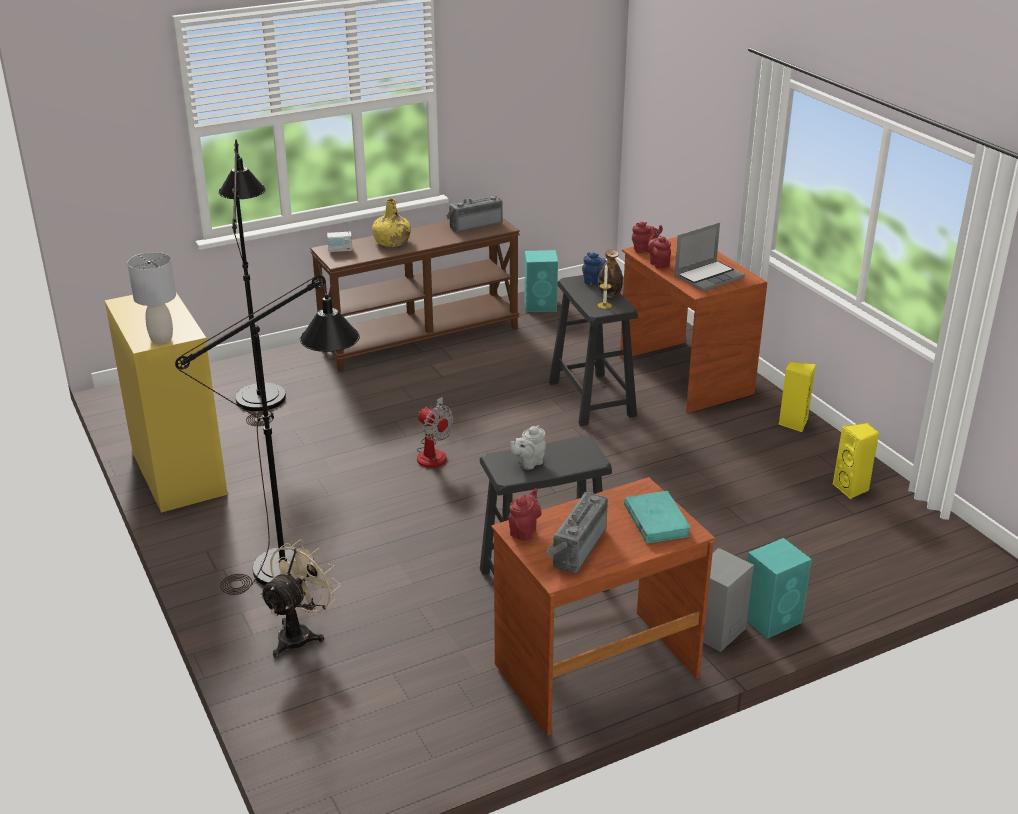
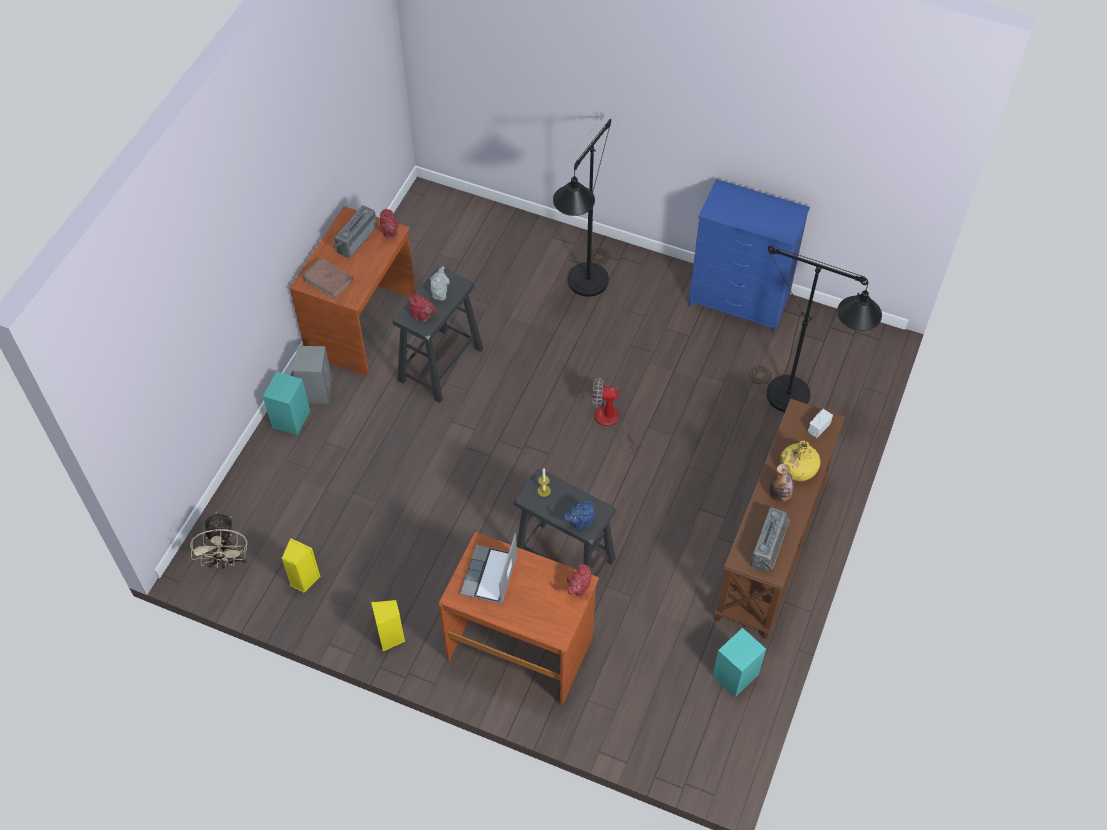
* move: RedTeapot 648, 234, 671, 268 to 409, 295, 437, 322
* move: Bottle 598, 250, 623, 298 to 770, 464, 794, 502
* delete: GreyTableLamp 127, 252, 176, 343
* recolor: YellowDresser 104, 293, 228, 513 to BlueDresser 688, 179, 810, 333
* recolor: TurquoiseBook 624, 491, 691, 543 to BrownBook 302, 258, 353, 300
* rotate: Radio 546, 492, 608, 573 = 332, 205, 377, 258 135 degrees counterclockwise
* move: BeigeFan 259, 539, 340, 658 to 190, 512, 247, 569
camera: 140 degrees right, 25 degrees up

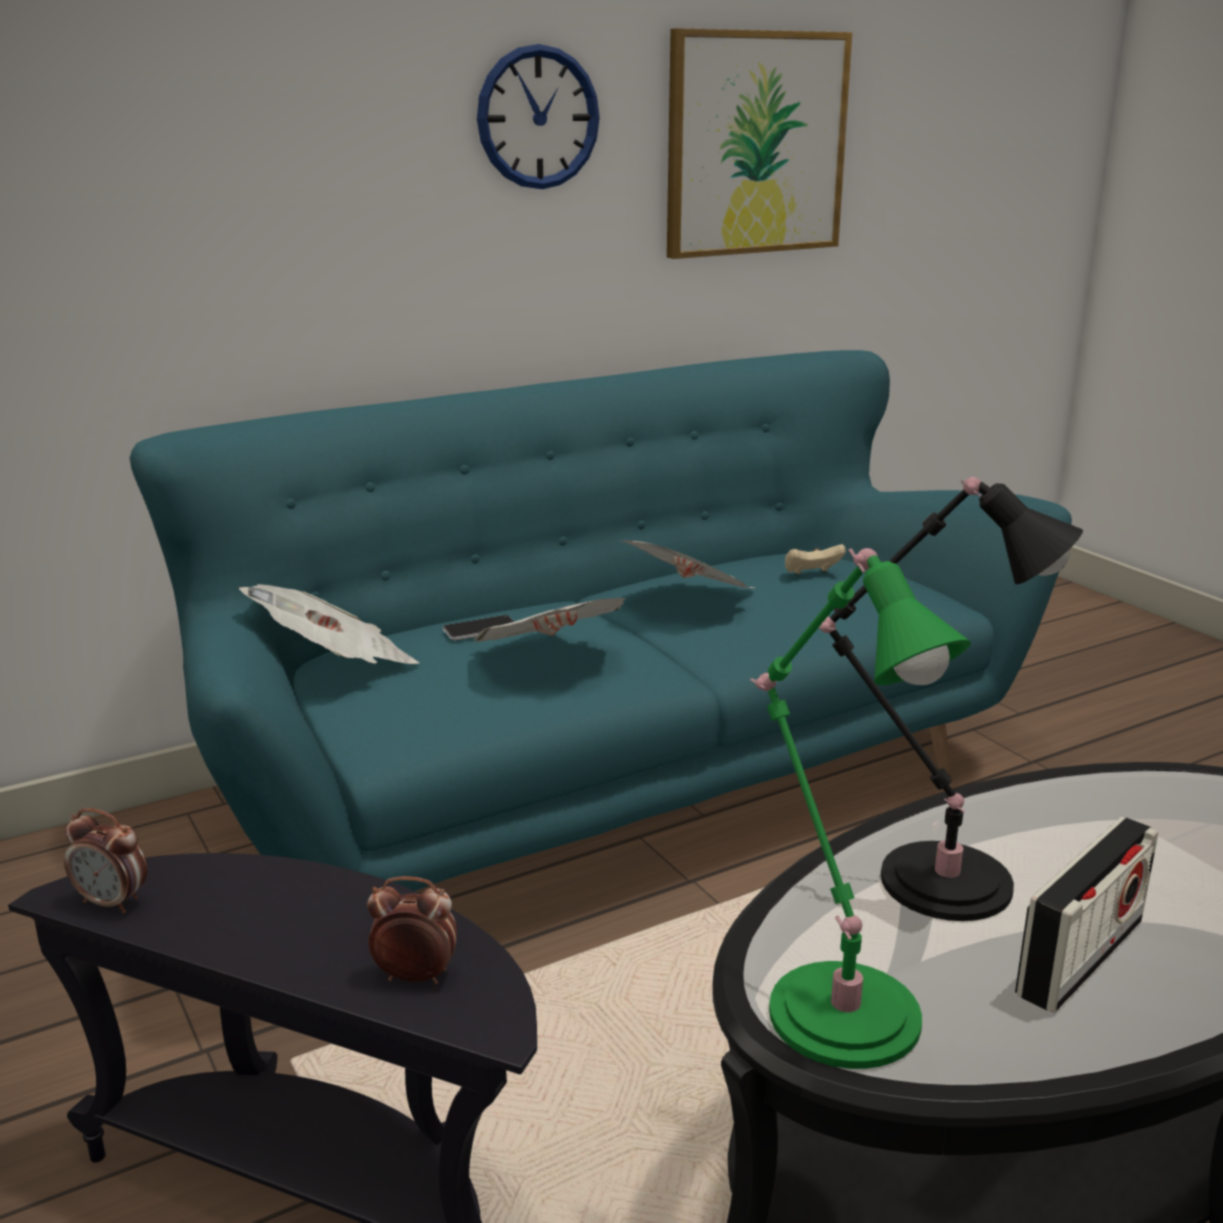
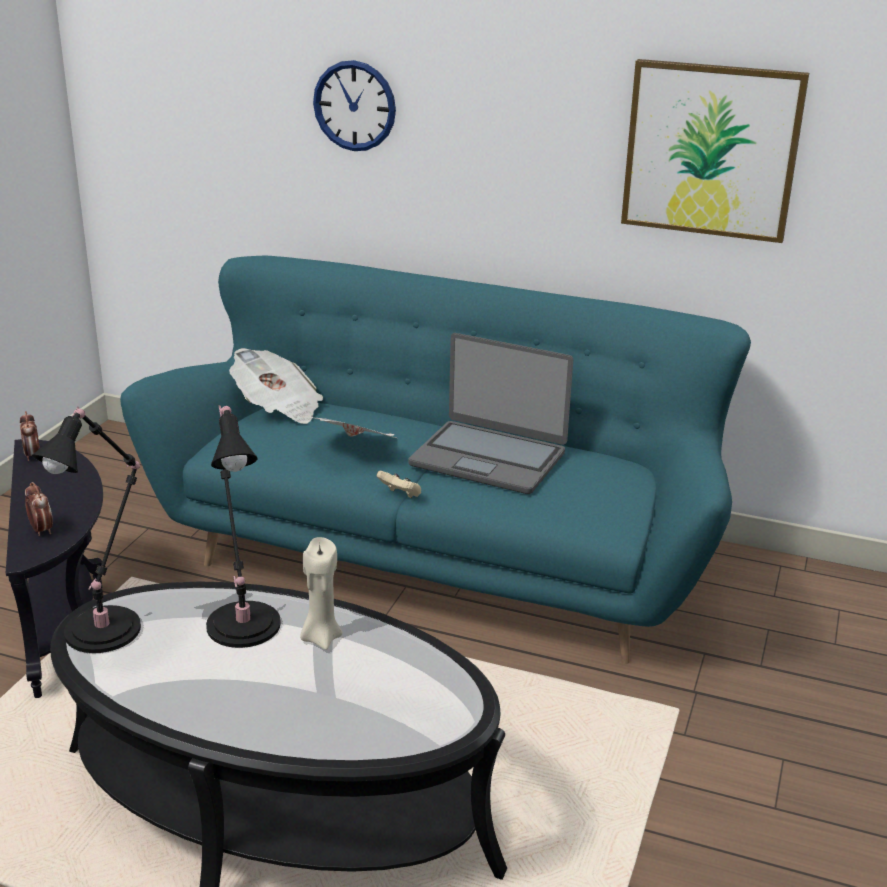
* move: WallClock 477, 44, 600, 189 to 313, 60, 396, 151
* replace: Newspaper 622, 541, 754, 588 to Laptop 408, 333, 573, 494
* move: BeigeGameController 785, 544, 846, 575 to 376, 471, 421, 498
* recolor: GreenTableLamp 749, 548, 971, 1069 to BlackTableLamp 32, 407, 141, 653
* delete: Phone 443, 615, 515, 640
* delete: Radio 1015, 817, 1158, 1013
* insert: BeigeCandle 300, 537, 342, 650
camera: 50 degrees right, 5 degrees up

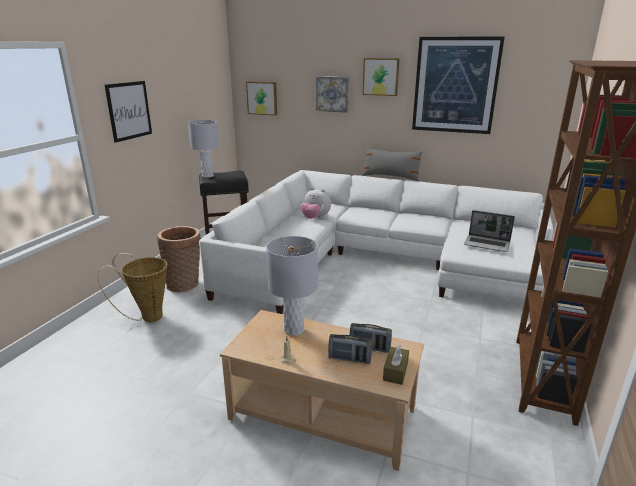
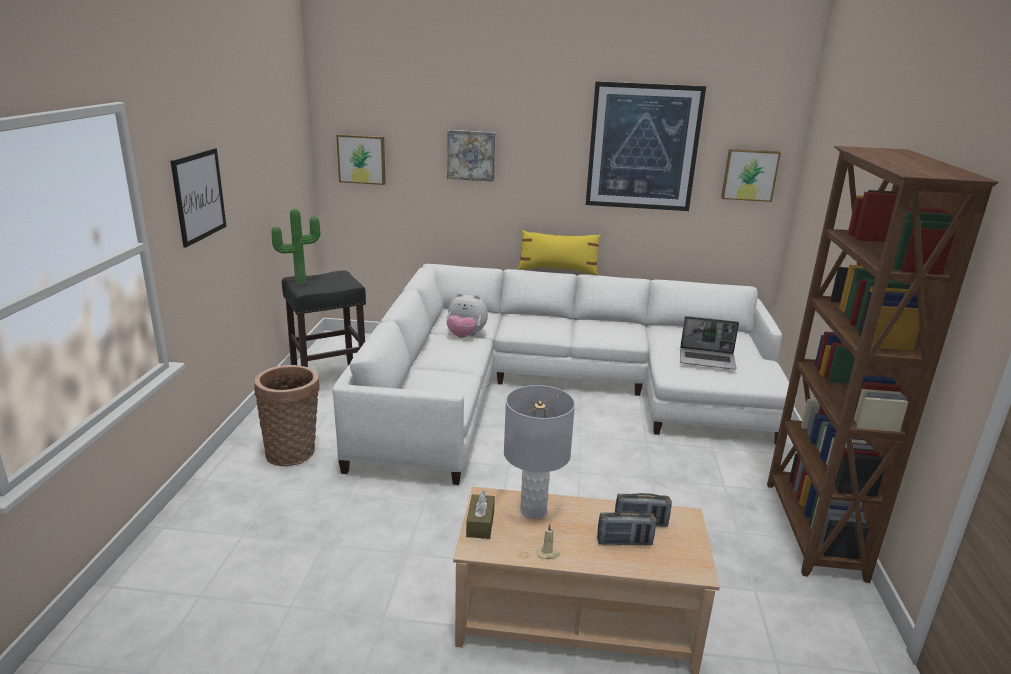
* move: Picture 362, 58, 400, 96 to 721, 149, 781, 202
* replace: GreyTableLamp 188, 120, 219, 178 to PottedPlant 271, 209, 320, 285
* recolor: GreyPillow 362, 147, 423, 181 to YellowPillow 518, 230, 601, 275
* delete: Basket 97, 253, 167, 322
* move: BrownTissueBox 383, 344, 409, 385 to 466, 491, 495, 539
camera: 15 degrees left, 0 degrees up

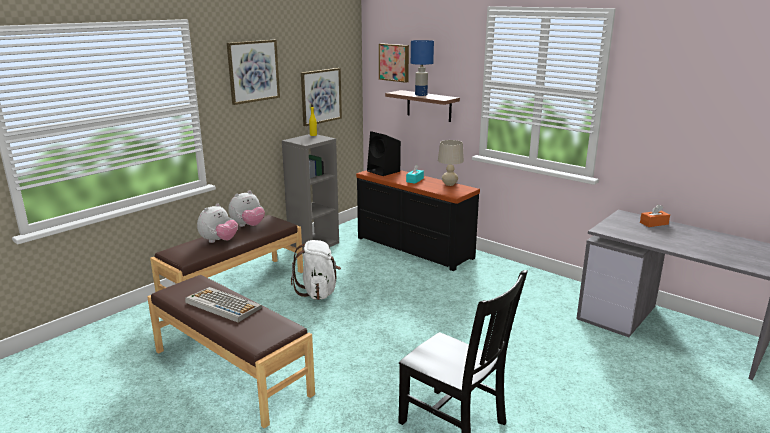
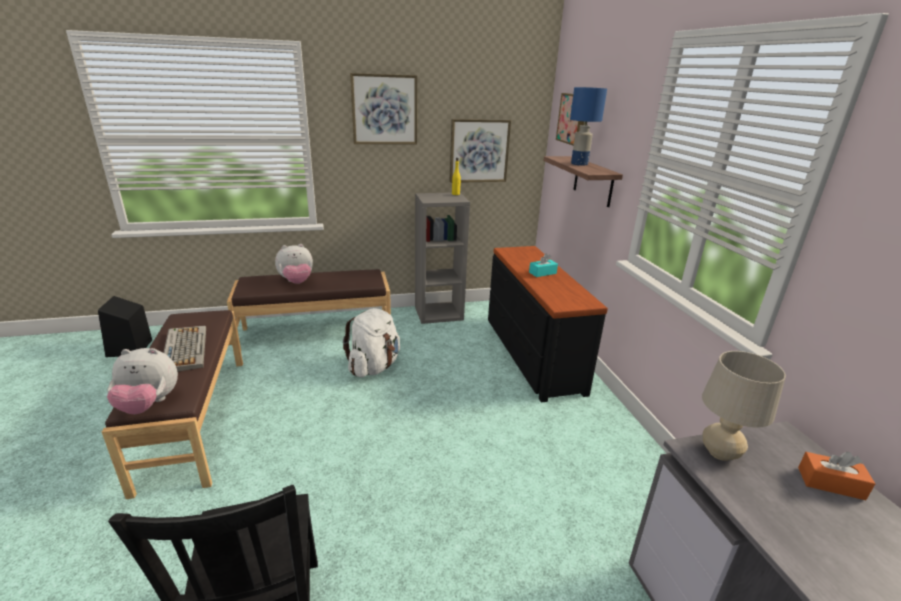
* move: BlackSpeaker 367, 131, 401, 176 to 98, 296, 152, 357
* move: BeigeTableLamp 438, 140, 464, 186 to 702, 351, 786, 461
* move: PlushToy 228, 190, 265, 227 to 107, 348, 178, 414
camera: 35 degrees right, 5 degrees up

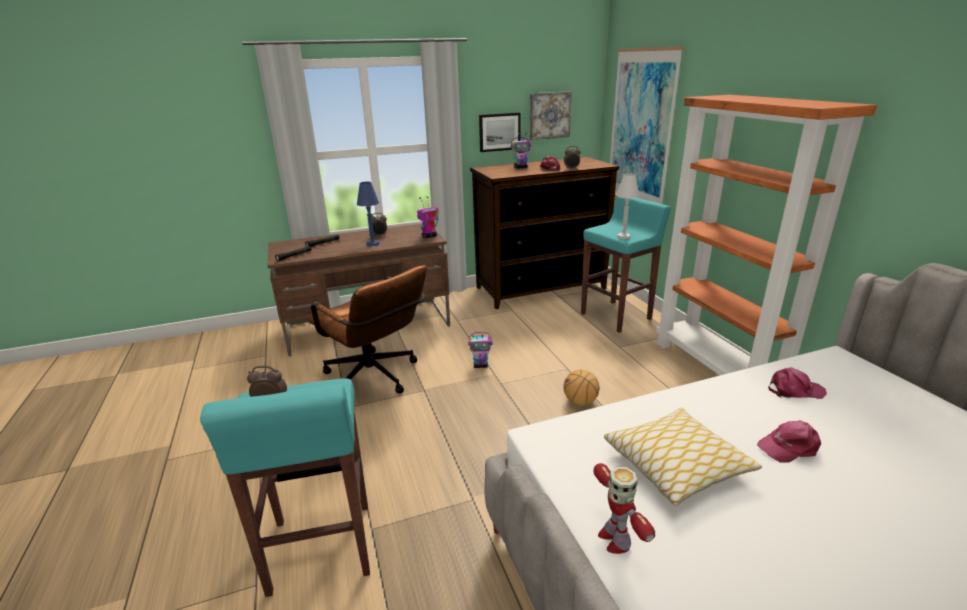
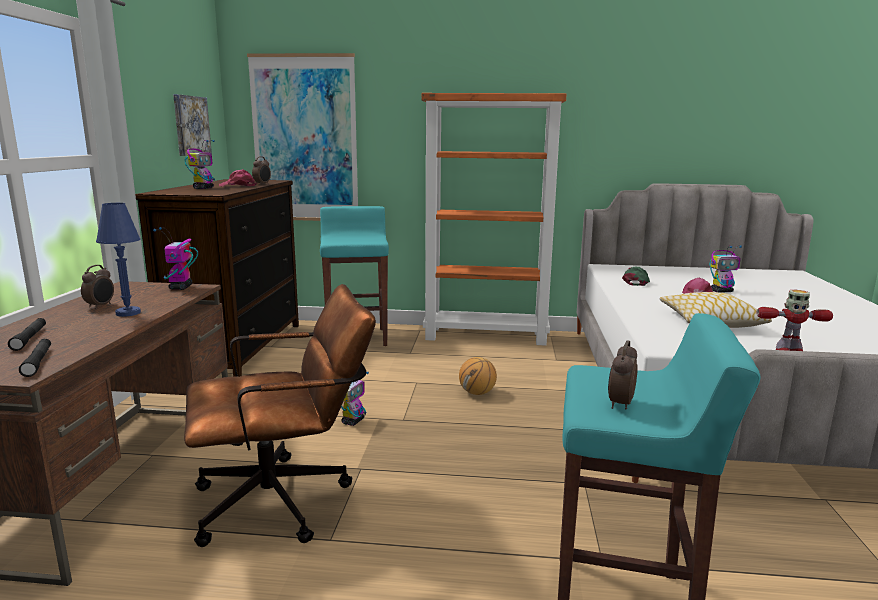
* delete: Picture 479, 113, 521, 152
* delete: WhiteTableLamp 616, 173, 639, 239
* recolor: PinkCap 768, 368, 827, 399 to GreenCap 622, 266, 650, 286
* insert: ToyRobot 710, 245, 742, 293
camera: 65 degrees left, 10 degrees down

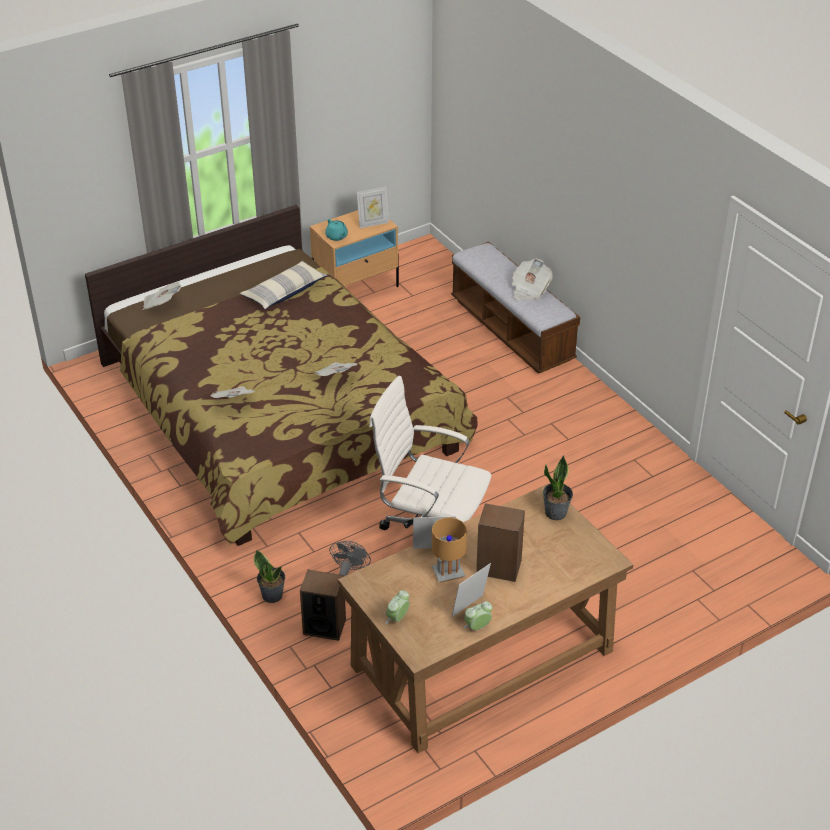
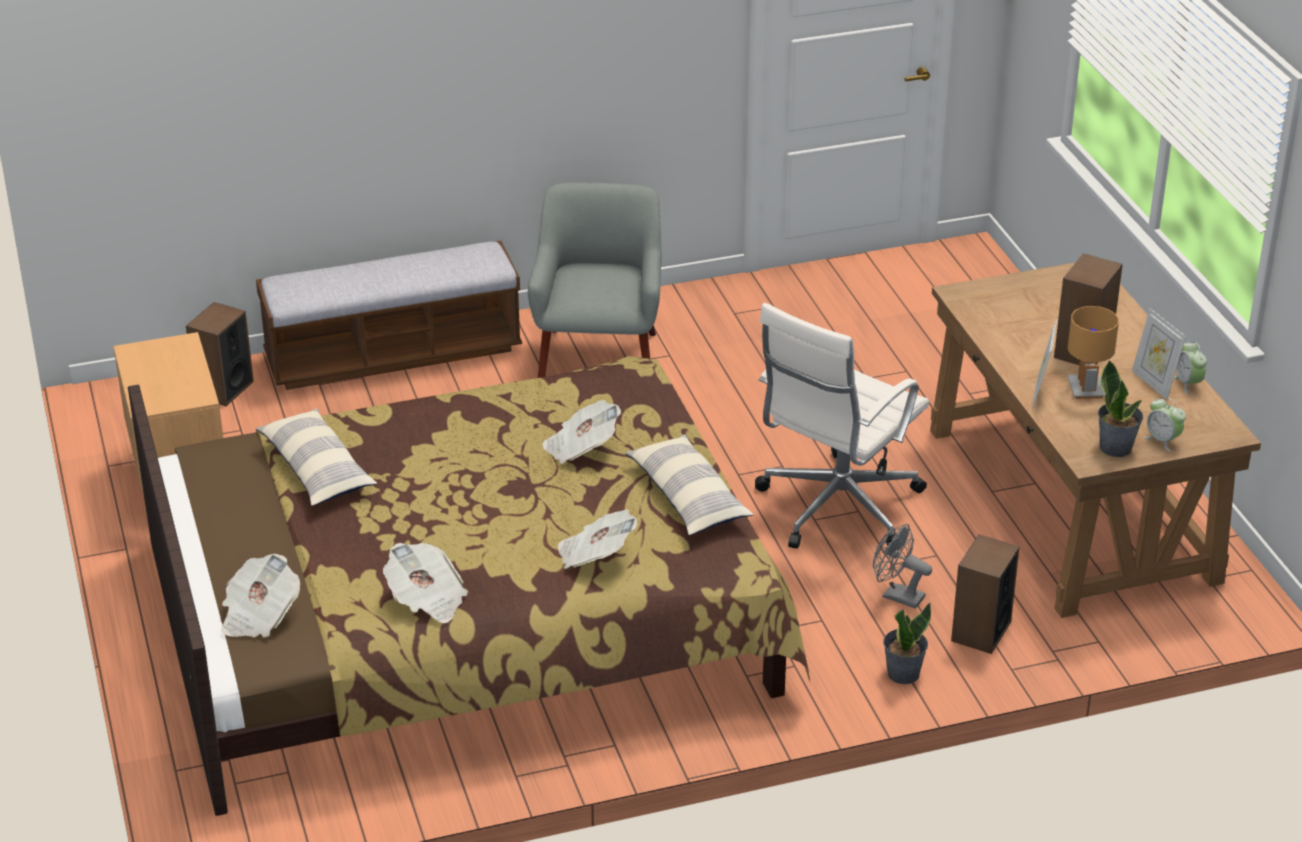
* delete: PictureFrame 357, 187, 389, 228
* delete: TurquoiseTeapot 325, 219, 348, 241
* move: Newspaper 512, 259, 553, 300 to 383, 543, 468, 623
* move: PottedPlant 543, 456, 573, 520 to 1098, 360, 1143, 457
* insert: GreyArmchair 528, 183, 661, 378
* insert: Speaker 186, 302, 254, 406
* insert: Pillow 625, 434, 754, 535
camera: 75 degrees left, 5 degrees down

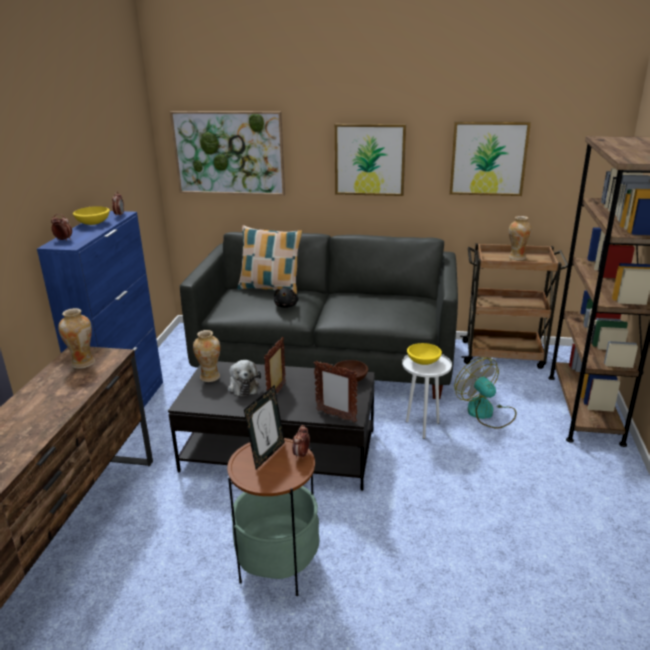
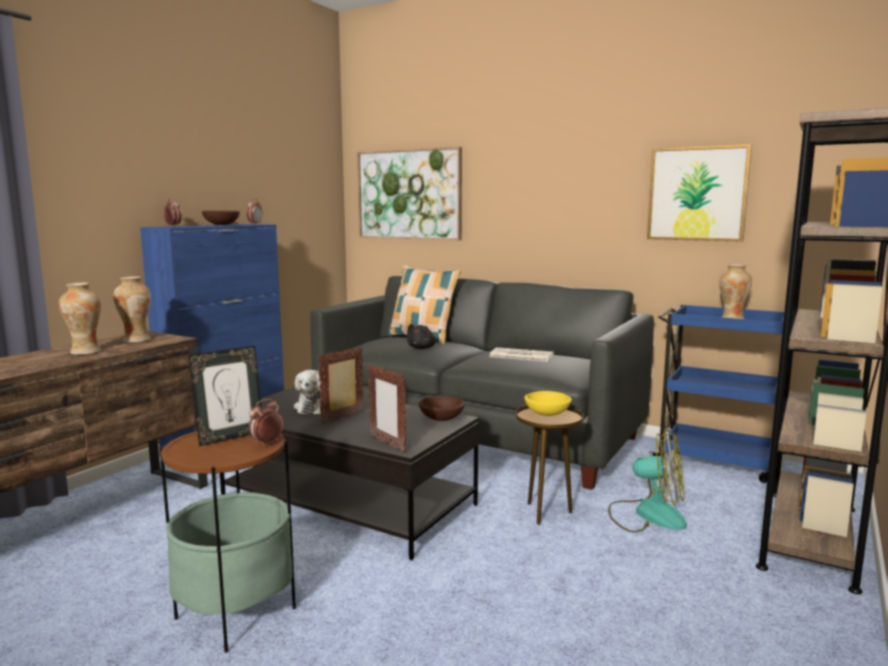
* delete: Picture 335, 124, 406, 196
* recolor: YellowBowl 73, 206, 110, 225 to BrownBowl 202, 211, 240, 225
* recolor: BrownCart 460, 243, 568, 369 to BlueCart 649, 305, 784, 483
* move: Vase 193, 330, 220, 382 to 59, 283, 101, 355
* recolor: WhiteSideTable 402, 354, 452, 439 to BrownSideTable 516, 406, 584, 525
* rotate: Fan 454, 357, 516, 429 = 608, 429, 687, 533 120 degrees clockwise
* insert: Newspaper 489, 347, 554, 362
camera: 20 degrees right, 15 degrees down

